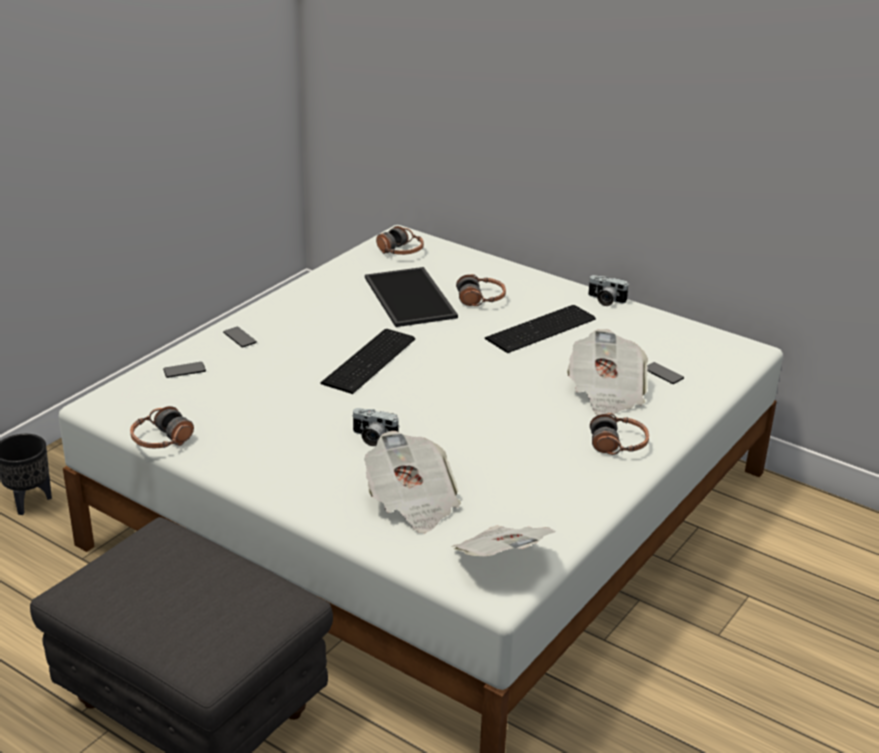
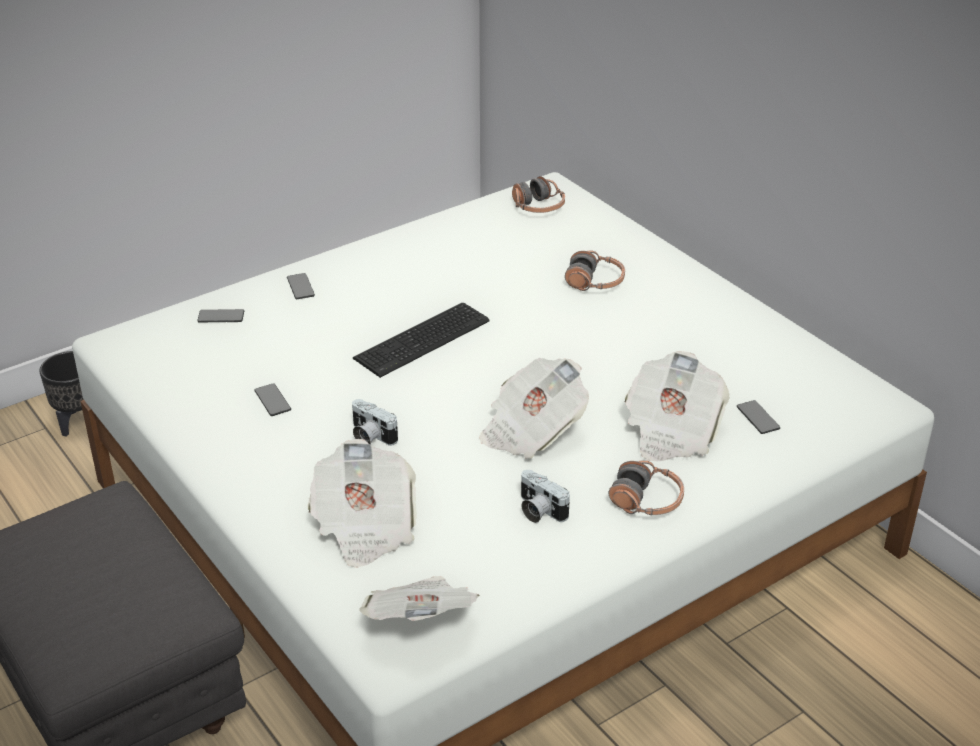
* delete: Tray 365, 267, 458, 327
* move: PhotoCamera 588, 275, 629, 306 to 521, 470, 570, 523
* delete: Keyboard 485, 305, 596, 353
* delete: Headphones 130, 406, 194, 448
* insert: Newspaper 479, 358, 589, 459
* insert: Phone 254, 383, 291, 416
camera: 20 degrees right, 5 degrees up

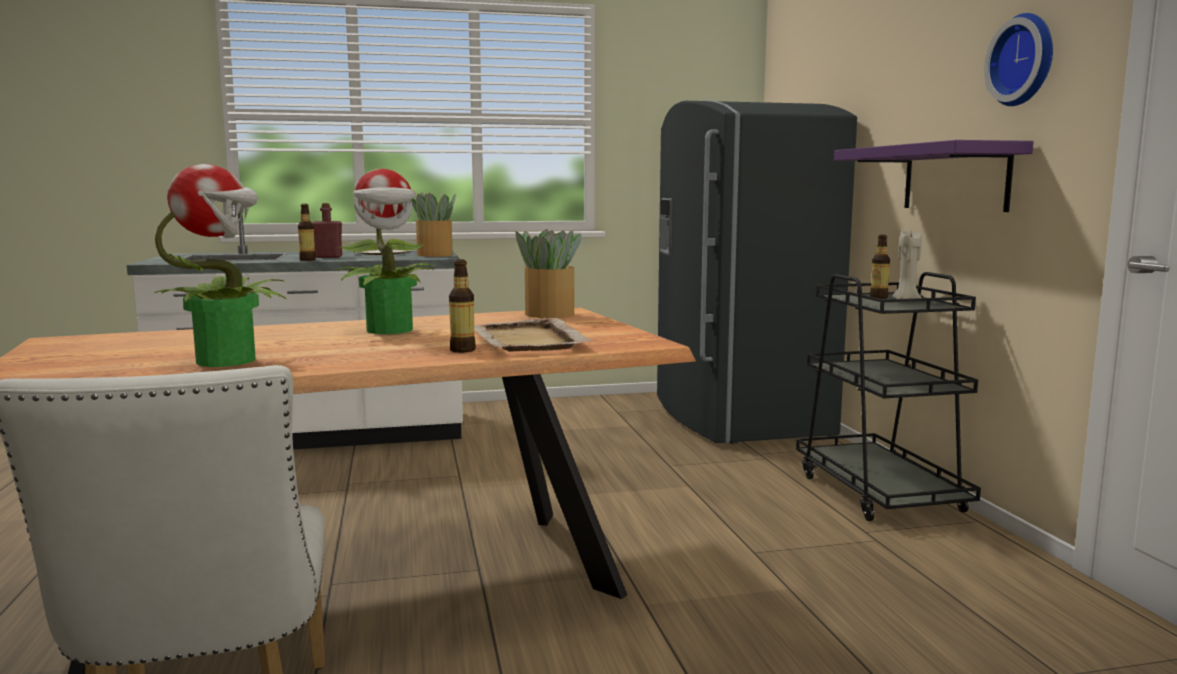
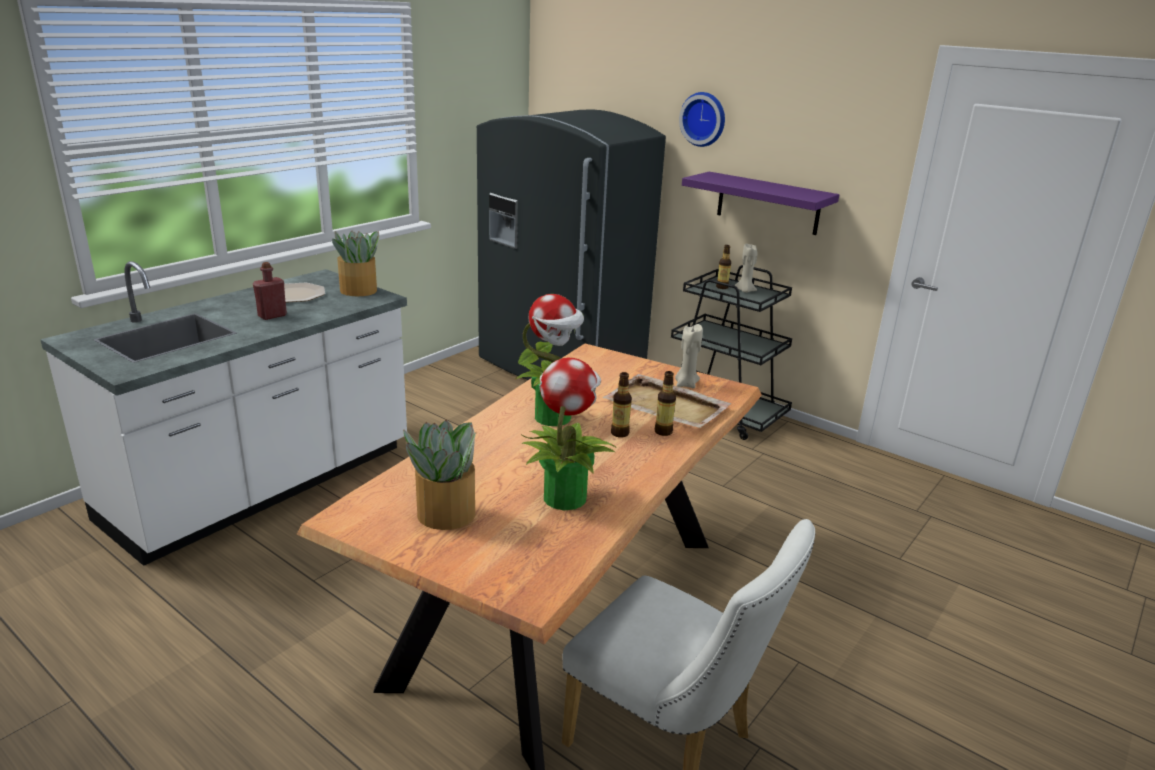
* move: WallClock 984, 13, 1053, 106 to 679, 92, 725, 147
* move: Bottle 298, 204, 316, 261 to 611, 372, 632, 437
* move: PottedPlant 516, 229, 581, 318 to 403, 420, 476, 530
* insert: BeigeCandle 675, 324, 703, 388
camera: 40 degrees left, 15 degrees up

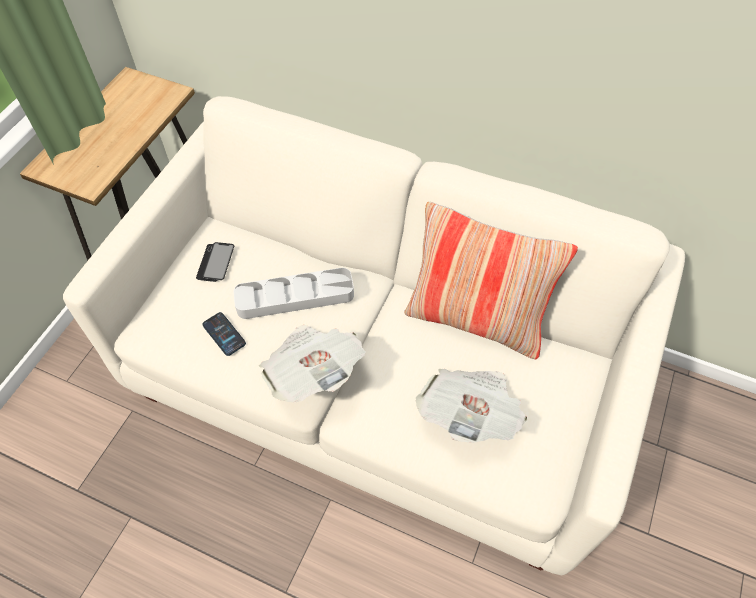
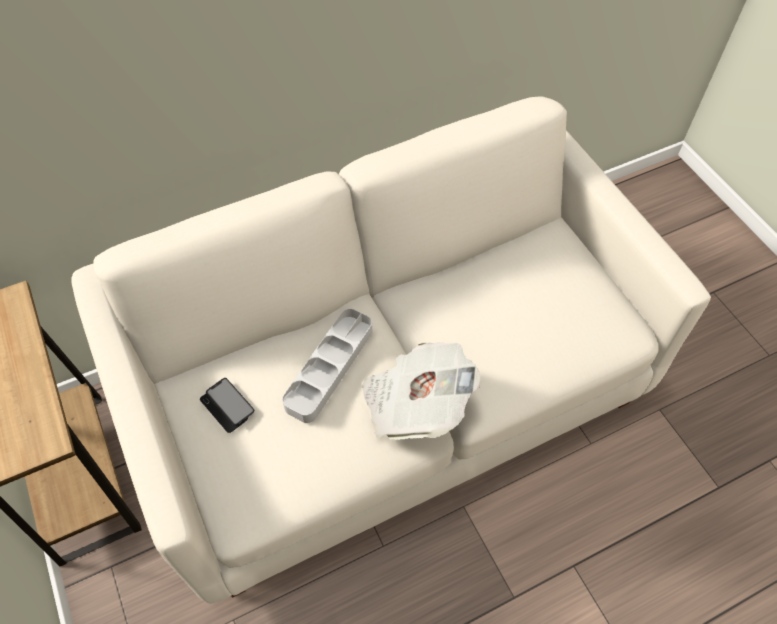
* delete: Pillow 404, 202, 578, 359
* delete: Phone 202, 312, 246, 356
* delete: Newspaper 416, 369, 527, 443
camera: 50 degrees left, 0 degrees up

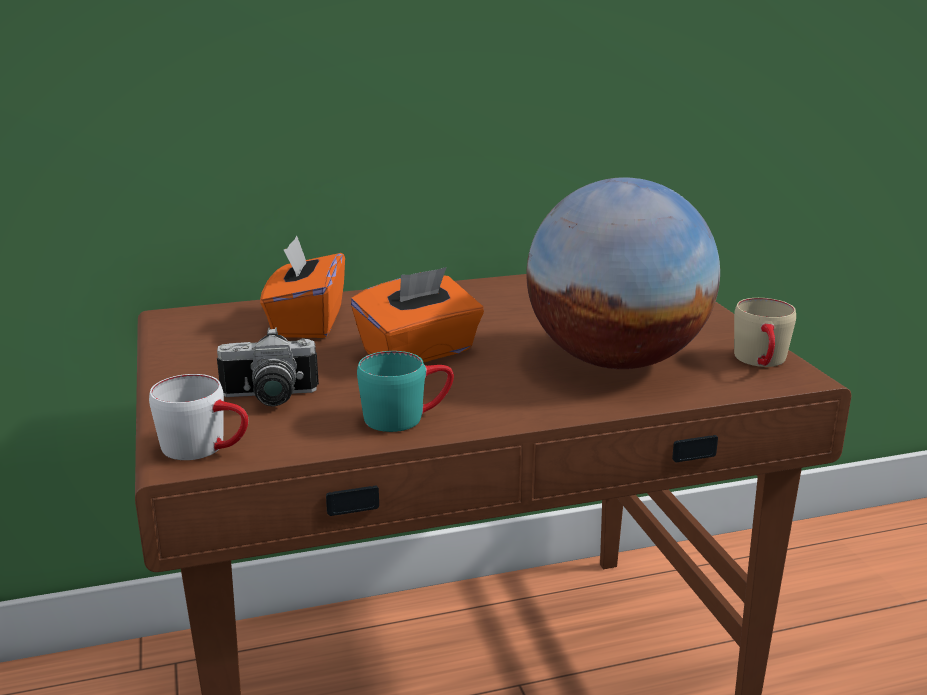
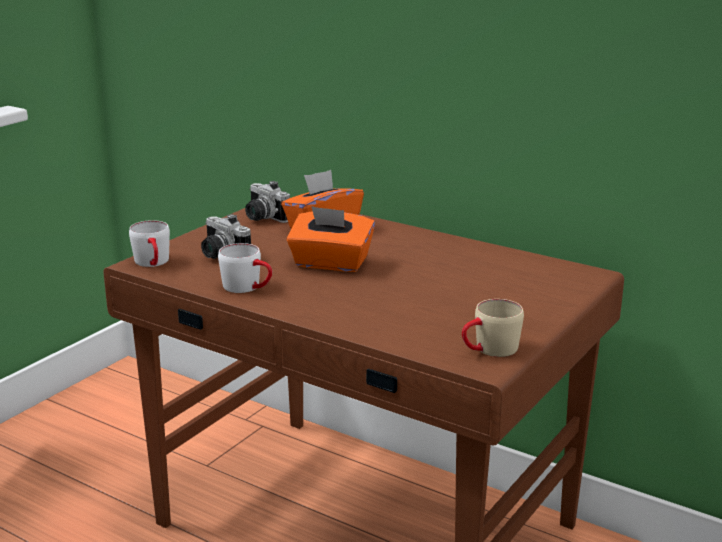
* delete: Globe 526, 177, 720, 369
* recolor: TurquoiseMug 357, 351, 454, 432 to WhiteMug 218, 243, 272, 293
* insert: PhotoCamera 245, 181, 290, 223
camera: 50 degrees right, 0 degrees up

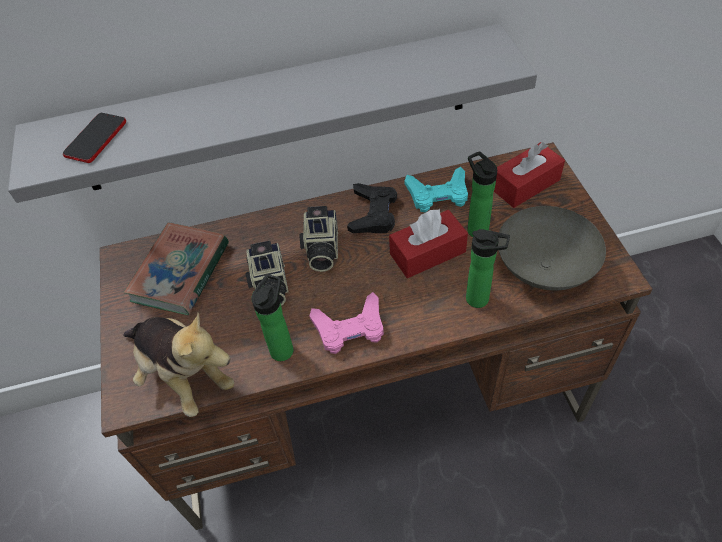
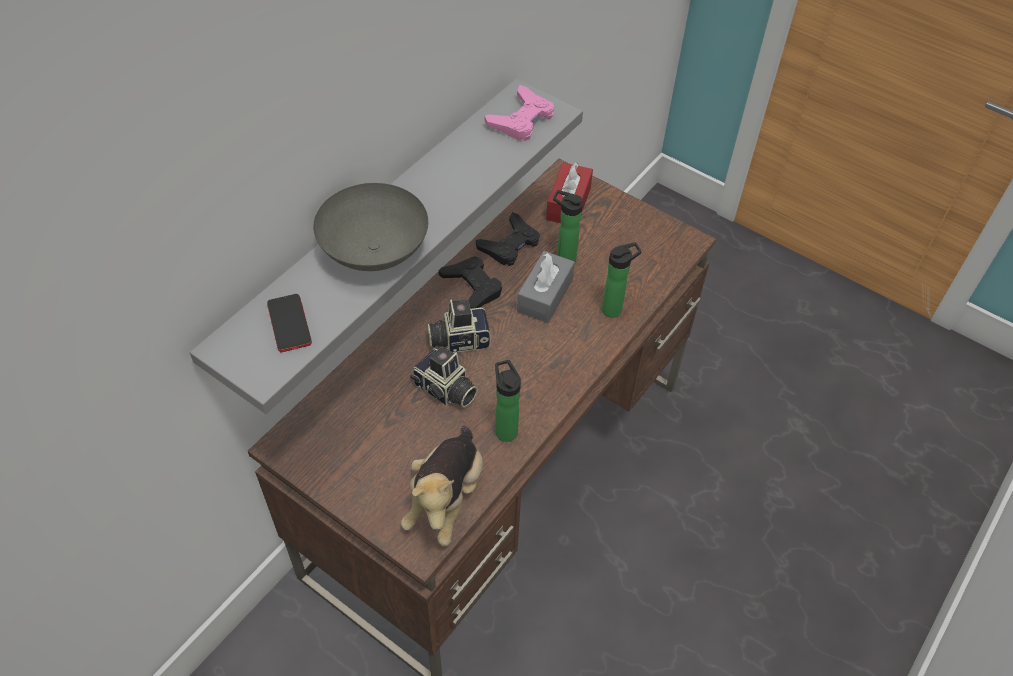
* recolor: TurquoiseGameController 405, 166, 468, 212 to BlackGameController 476, 212, 540, 266
* rotate: PhotoCamera 299, 206, 338, 272 = 427, 299, 491, 353 120 degrees clockwise
* move: GreyBowl 498, 206, 606, 291 to 313, 183, 428, 271
* recolor: RedTissueBox 389, 208, 468, 278 to GreyTissueBox 517, 251, 575, 323
* delete: Book 123, 222, 229, 315
* move: PinkGameController 309, 292, 384, 354 to 485, 85, 554, 141
* rotate: PlushToy 124, 313, 234, 417 = 401, 426, 483, 547 105 degrees clockwise
camera: 45 degrees left, 0 degrees up

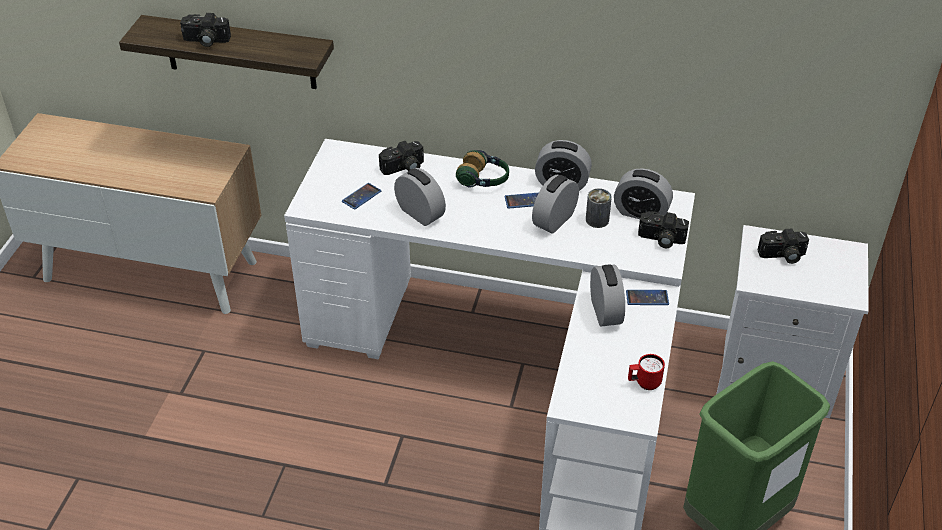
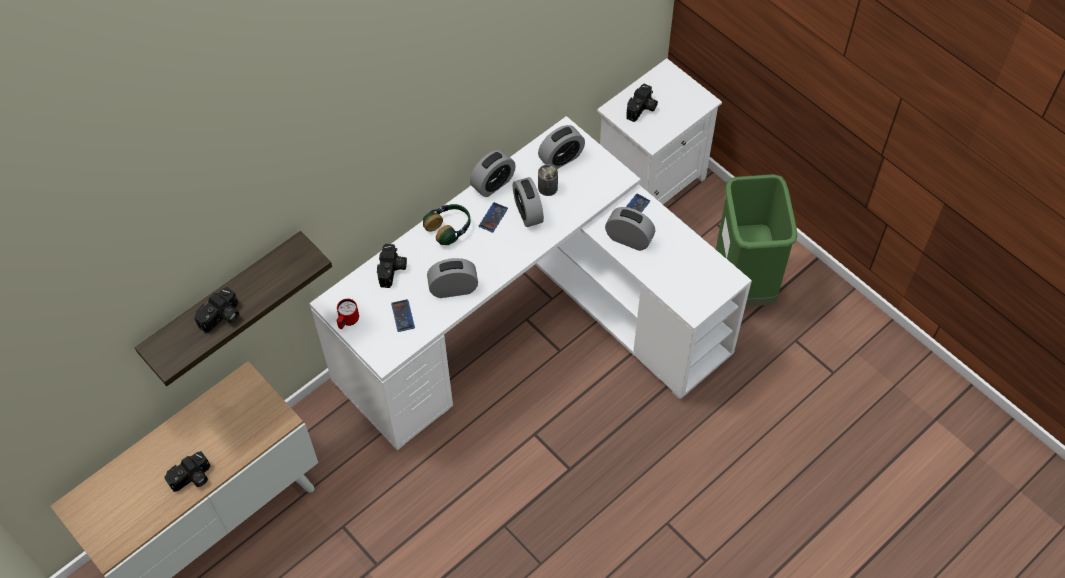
* move: PhotoCamera 638, 211, 689, 248 to 164, 451, 210, 492
* move: RedMug 628, 354, 665, 390 to 336, 299, 359, 329
camera: 55 degrees left, 15 degrees up

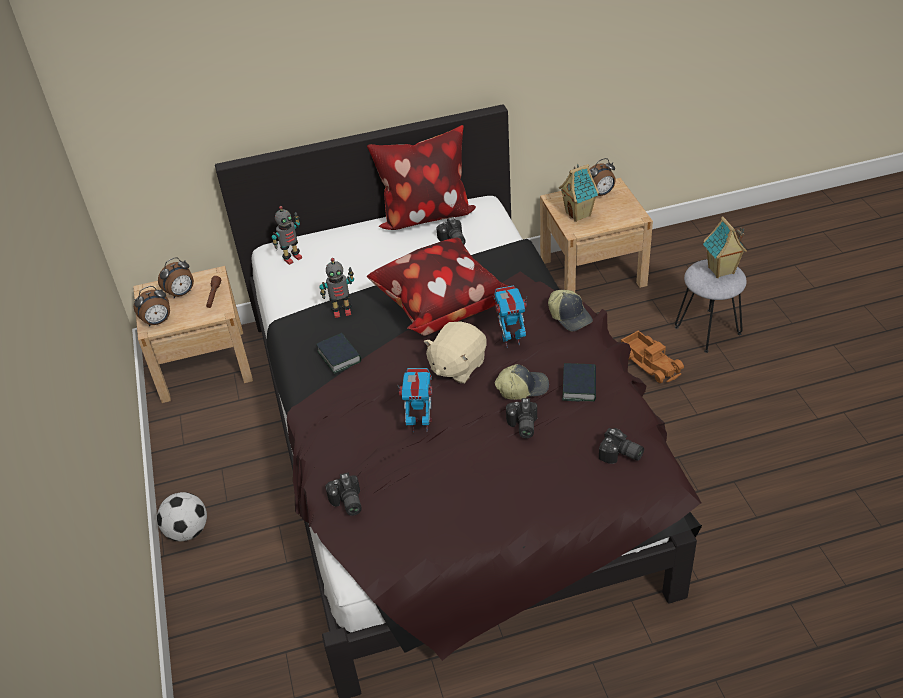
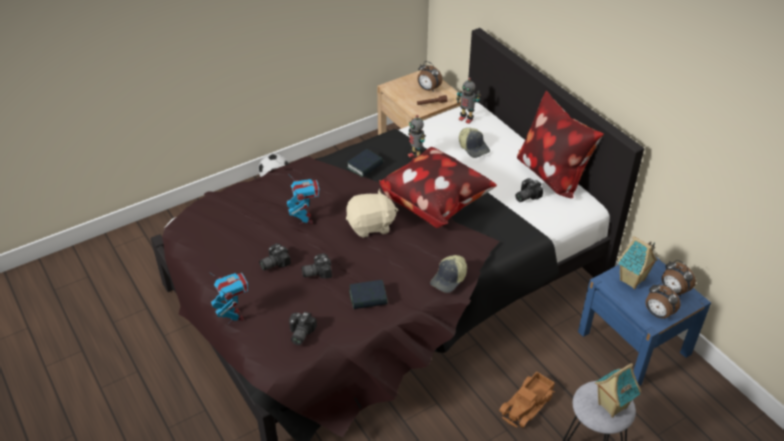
* recolor: BeigeNightstand 540, 178, 653, 292 to BlueNightstand 578, 255, 711, 386
* move: ToyRobot 494, 285, 527, 348 to 211, 273, 248, 323
* move: AlarmClock 134, 286, 170, 326 to 646, 283, 681, 319
* rotate: BeigePlushToy 424, 321, 487, 384 = 346, 189, 398, 238 150 degrees clockwise
* move: Cap 494, 364, 549, 400 to 459, 128, 490, 158
* move: PhotoCamera 325, 472, 362, 516 to 259, 243, 291, 271
camera: 70 degrees right, 0 degrees up

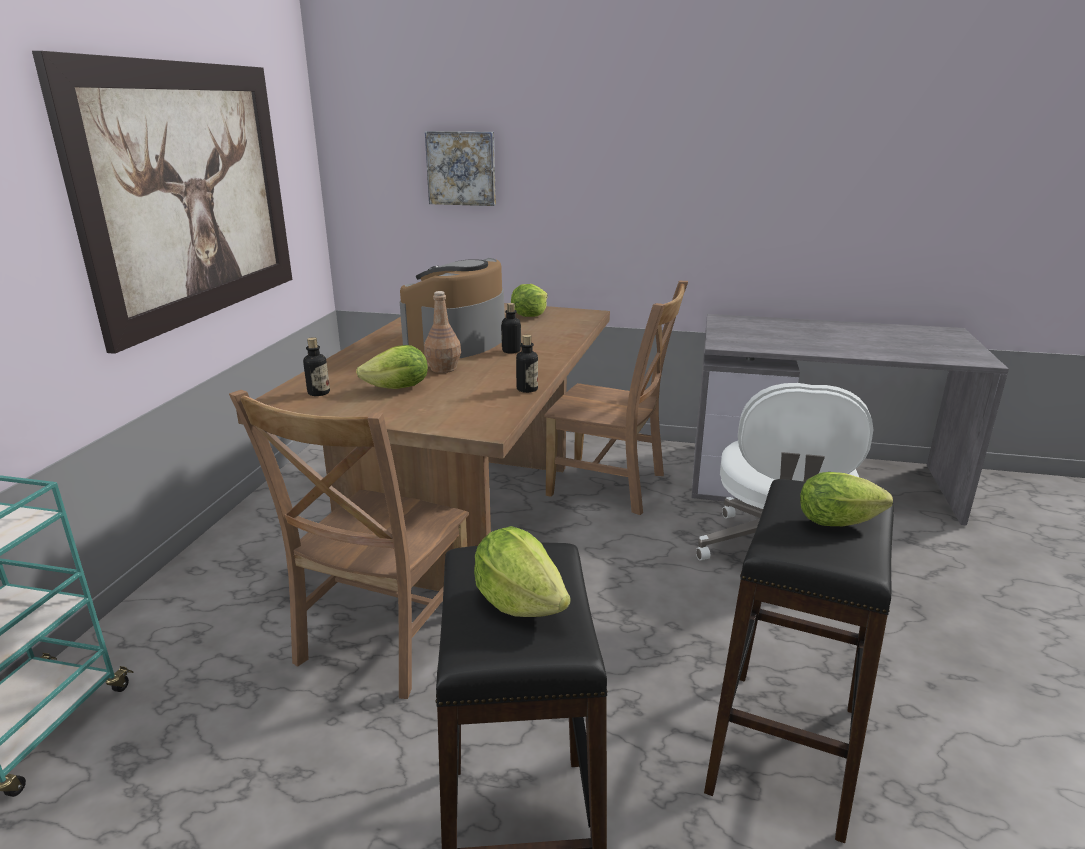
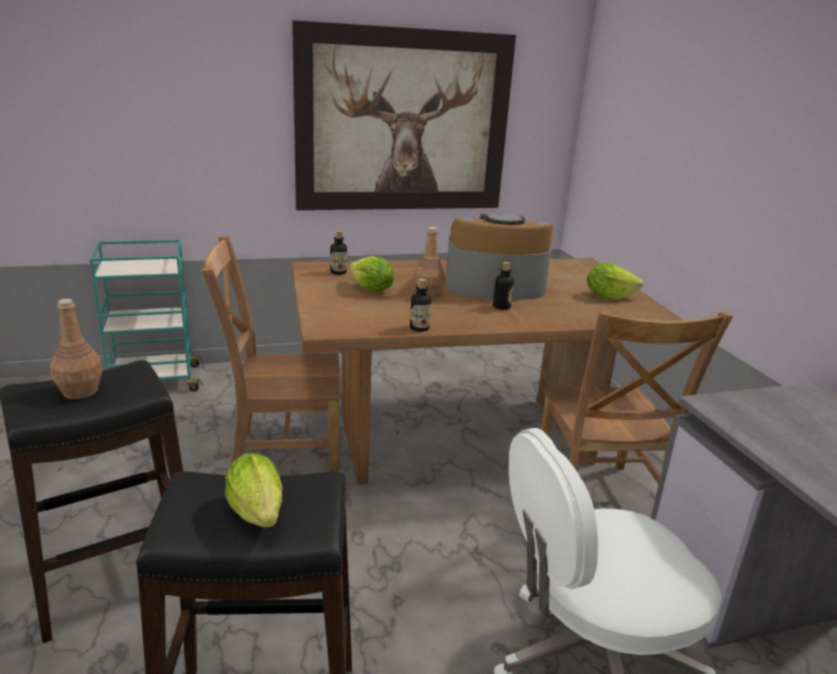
* delete: Picture 425, 131, 496, 206
* replace: Lettuce 474, 526, 570, 617 to BrownBottle 50, 299, 102, 399
camera: 60 degrees right, 0 degrees up

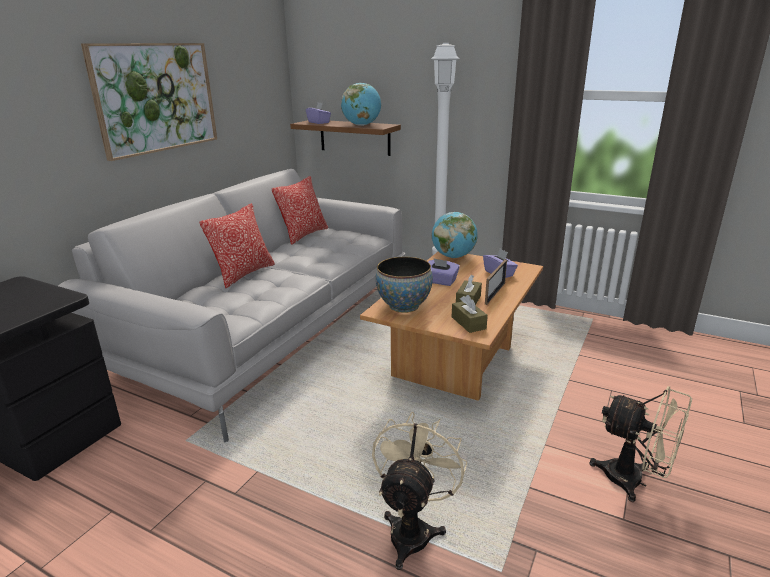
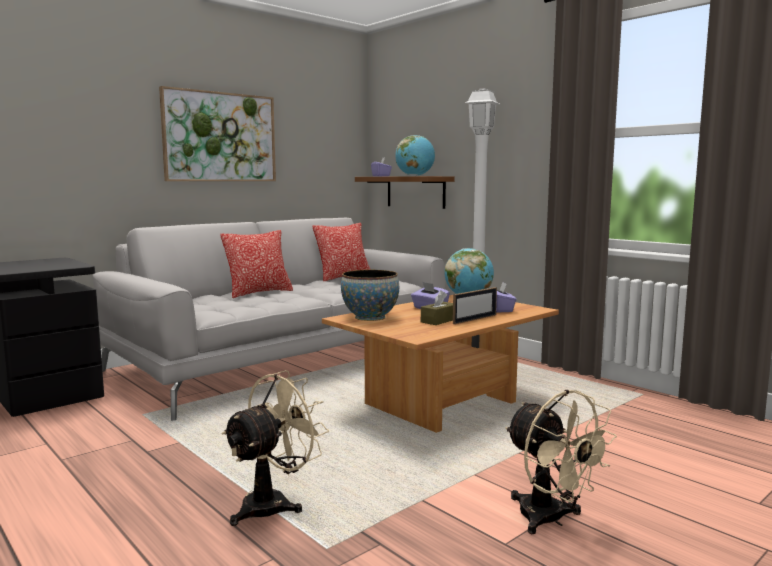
* delete: BrownTissueBox 452, 295, 488, 333
camera: 20 degrees right, 15 degrees down

